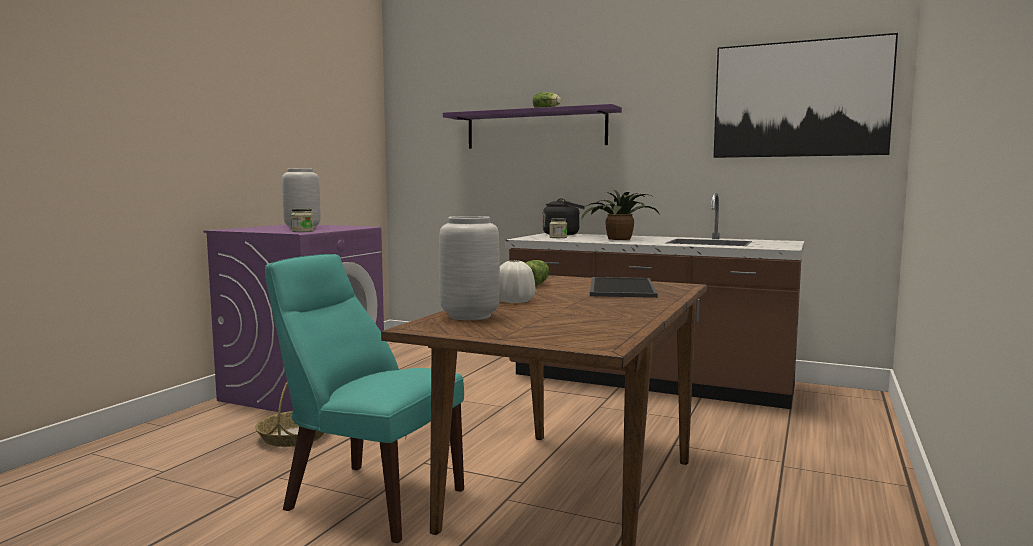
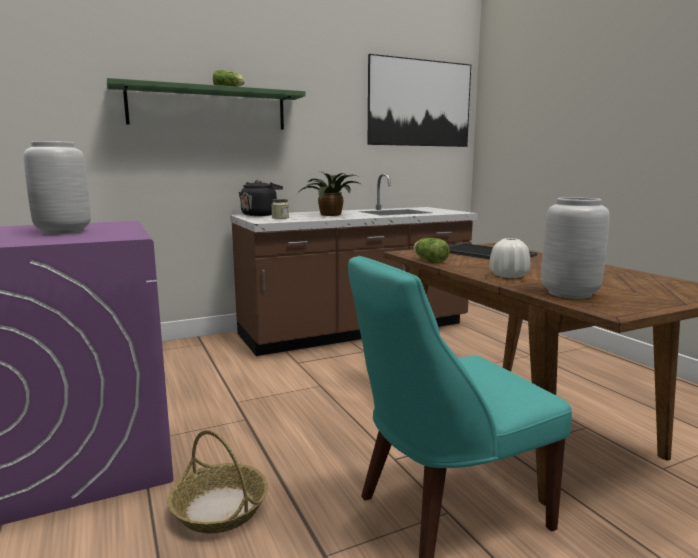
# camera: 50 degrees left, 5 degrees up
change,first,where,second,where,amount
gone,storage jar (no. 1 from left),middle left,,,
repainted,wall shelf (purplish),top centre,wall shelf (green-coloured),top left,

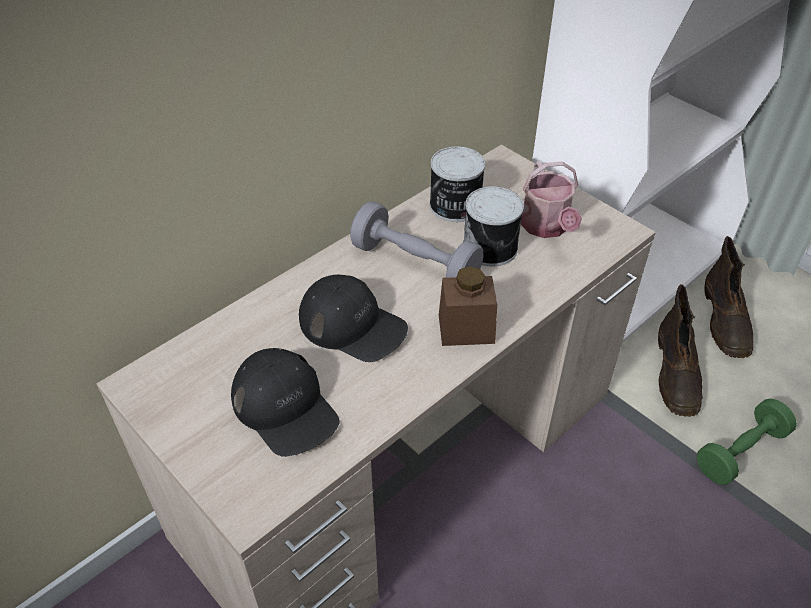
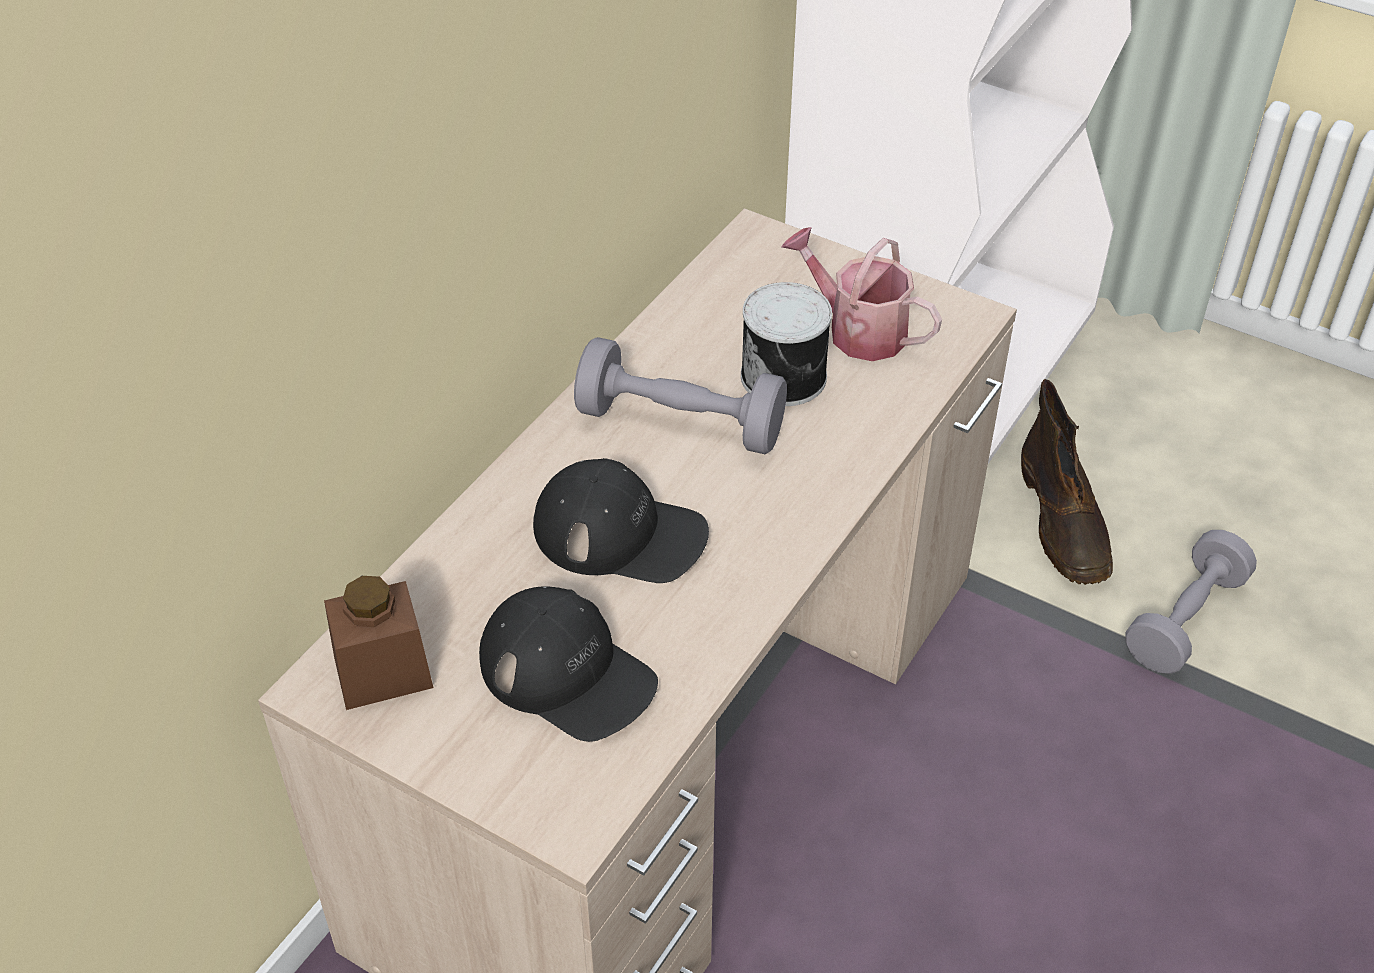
# camera: 15 degrees left, 0 degrees up
change,first,where,second,where,amount
gone,can (no. 1 from left),top centre,,,
gone,tall boot (brown-coloured) (no. 2 from left),middle right,,,
shifted,storage jar (brown-coloured),centre,,middle left,
repainted,free weight (green-coloured),bottom right,free weight (gray) (no. 2 from left),middle right,
rotated,sprinkling can,top right,,top centre,150 degrees clockwise

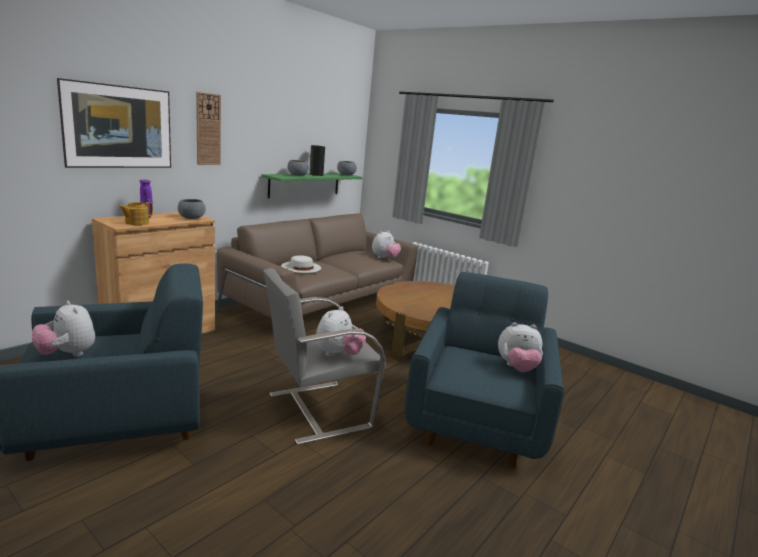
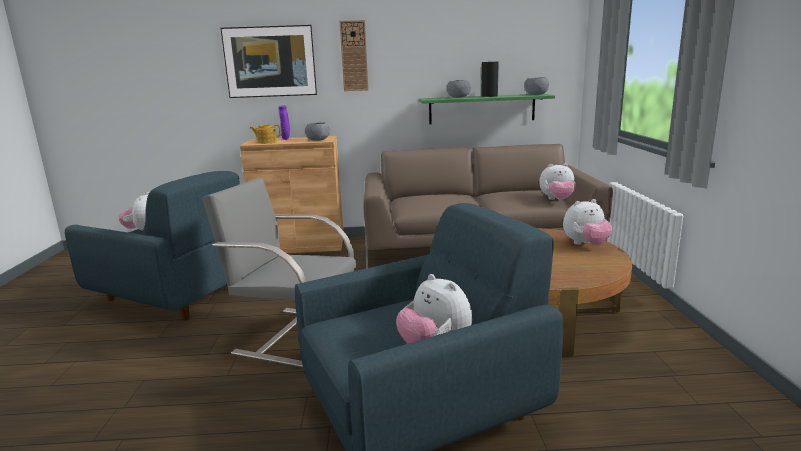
# camera: 50 degrees right, 0 degrees up
change,first,where,second,where,amount
gone,wearable hat (white-coloured),centre,,,
shifted,cuddly toy (no. 2 from left in the first image),centre,cuddly toy (no. 4 from left),middle right,

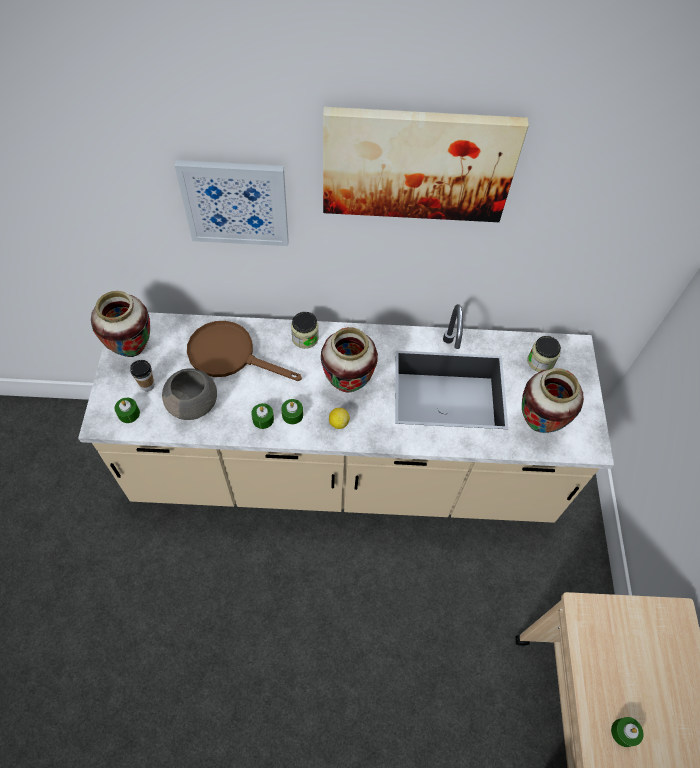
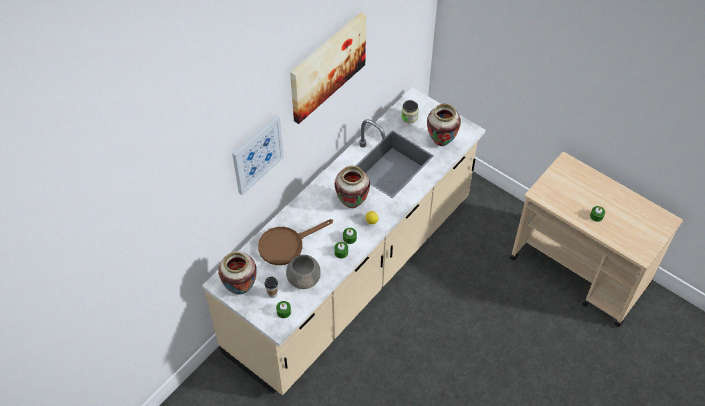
# camera: 50 degrees left, 5 degrees down
change,first,where,second,where,amount
gone,storage jar (no. 1 from left),centre,,,

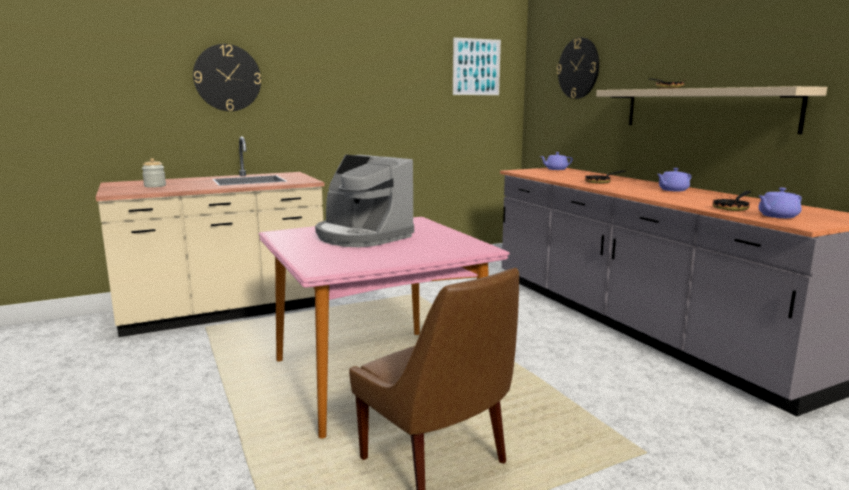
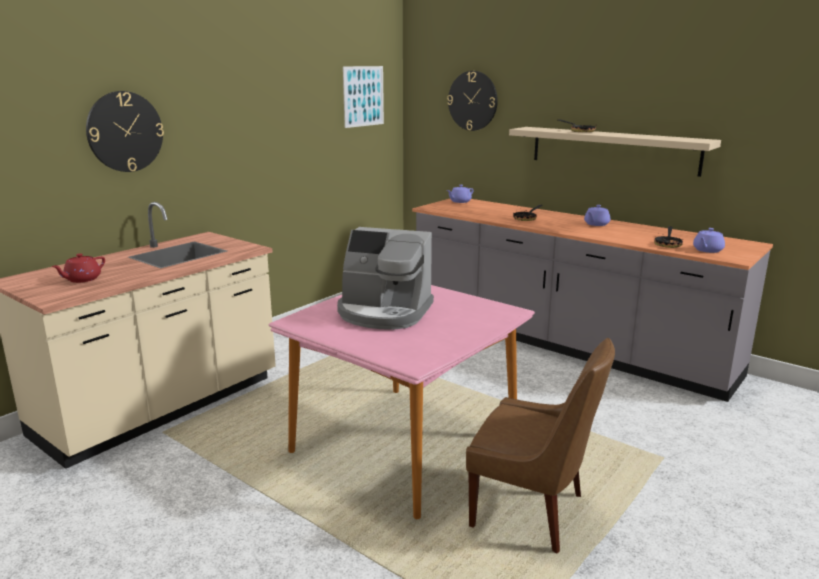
# camera: 25 degrees left, 5 degrees up
change,first,where,second,where,amount
swapped,storage jar,middle left,tea pot (reddish),middle left,

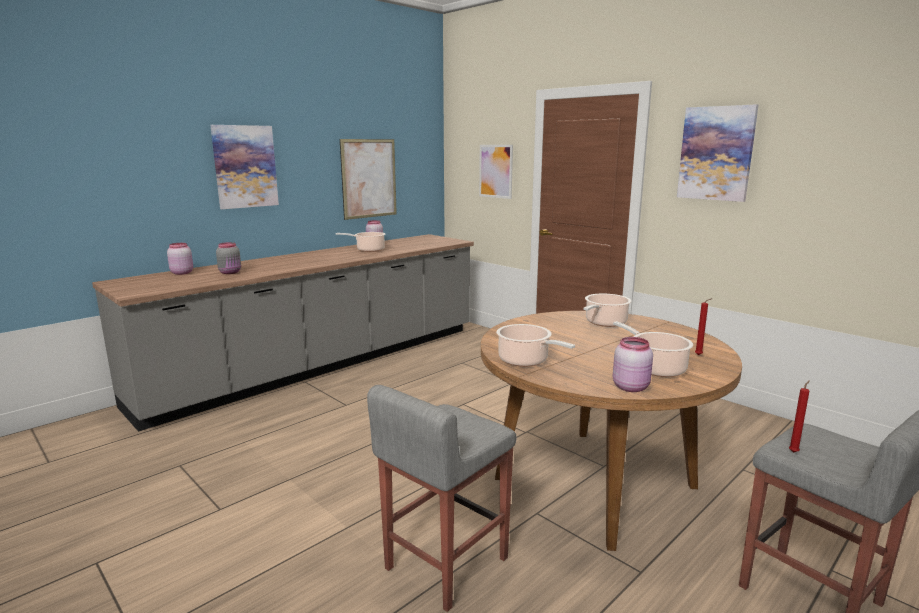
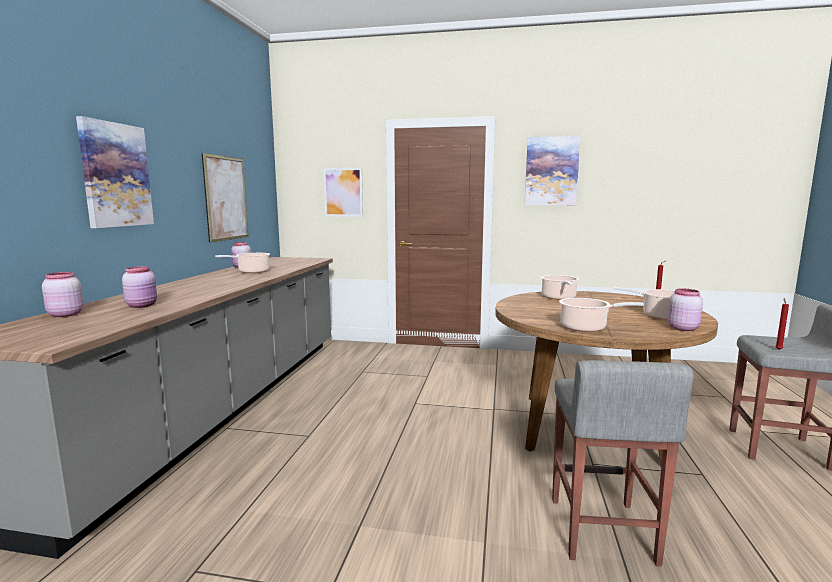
# camera: 35 degrees left, 5 degrees down
change,first,where,second,where,amount
repainted,storage jar (gray),middle left,storage jar (pink-coloured) (no. 2 from left),middle left,

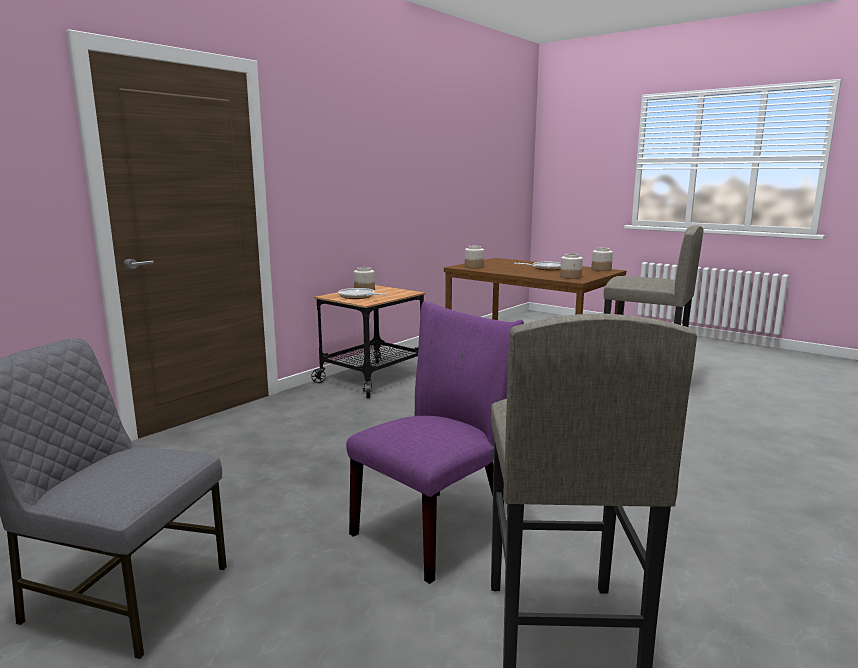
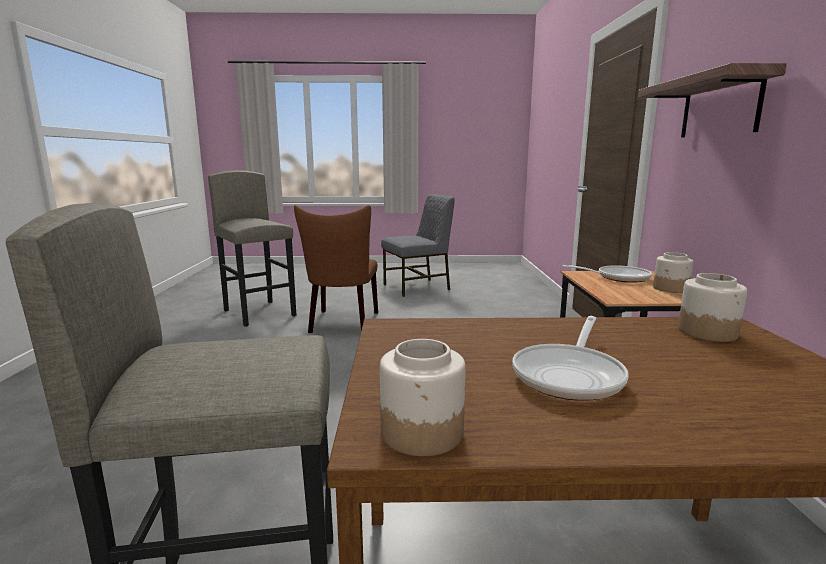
# camera: 140 degrees right, 0 degrees up
change,first,where,second,where,amount
gone,storage jar (no. 3 from left),centre,,,
new,,,wall shelf,top right,
repainted,upright chair (purplish),centre,upright chair (brown-coloured),centre,

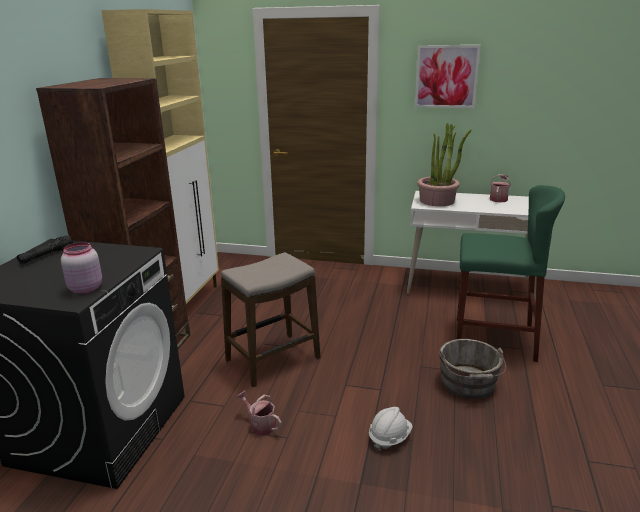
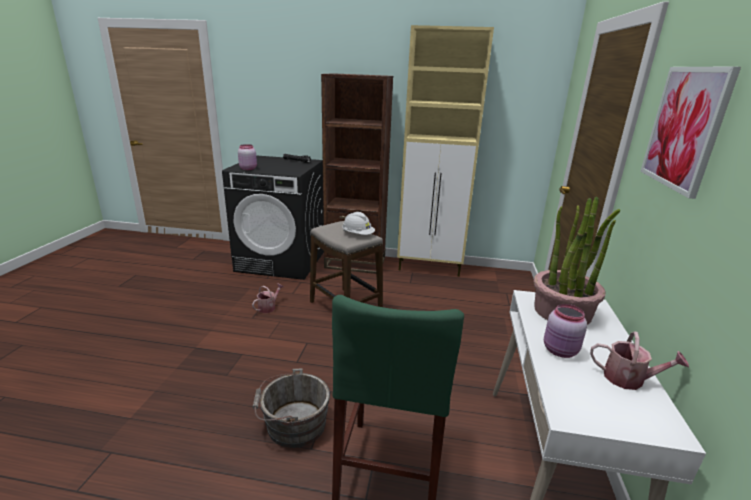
# camera: 85 degrees right, 0 degrees up
change,first,where,second,where,amount
new,,,storage jar (pink-coloured) (no. 2 from left),middle right,
shifted,hard hat (white-coloured),bottom centre,,centre,

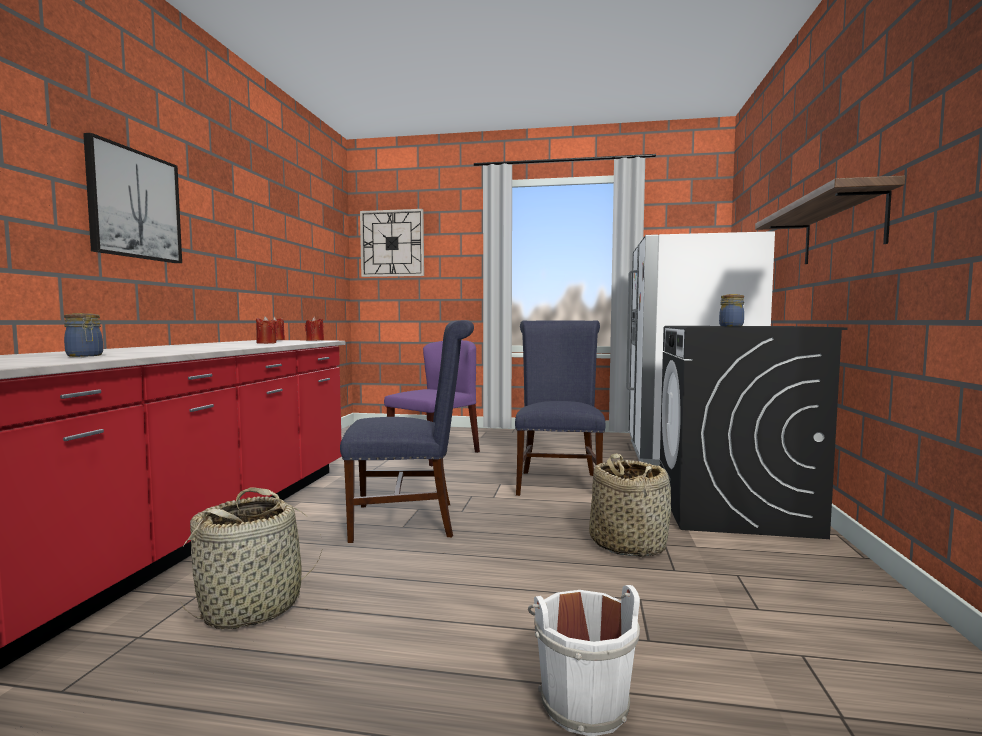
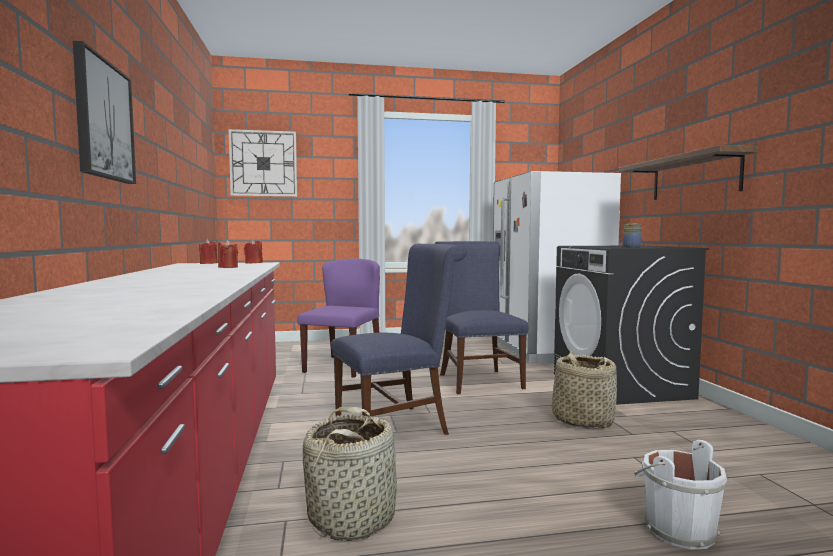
# camera: 20 degrees left, 0 degrees up
change,first,where,second,where,amount
gone,storage jar (no. 1 from left),middle left,,,

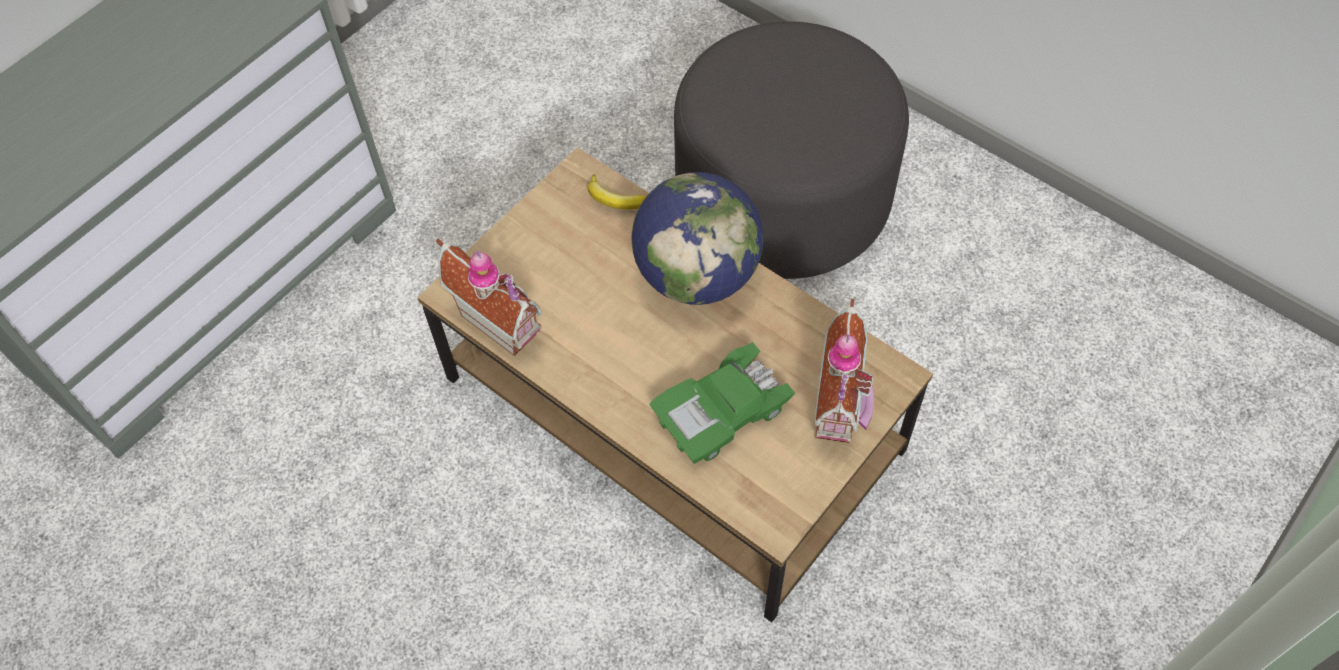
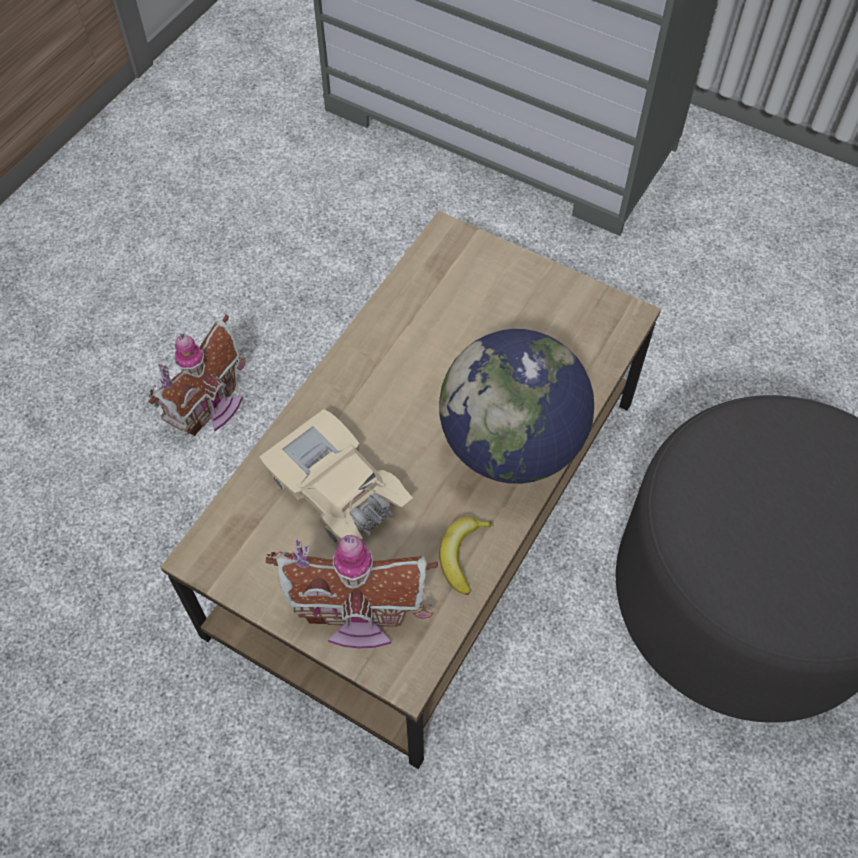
# camera: 80 degrees right, 0 degrees up
change,first,where,second,where,amount
shifted,toy house (no. 1 from left),centre,,middle left,
shifted,whole banana,top centre,,centre,
repainted,toy car (green-coloured),centre,toy car (beige),centre,

